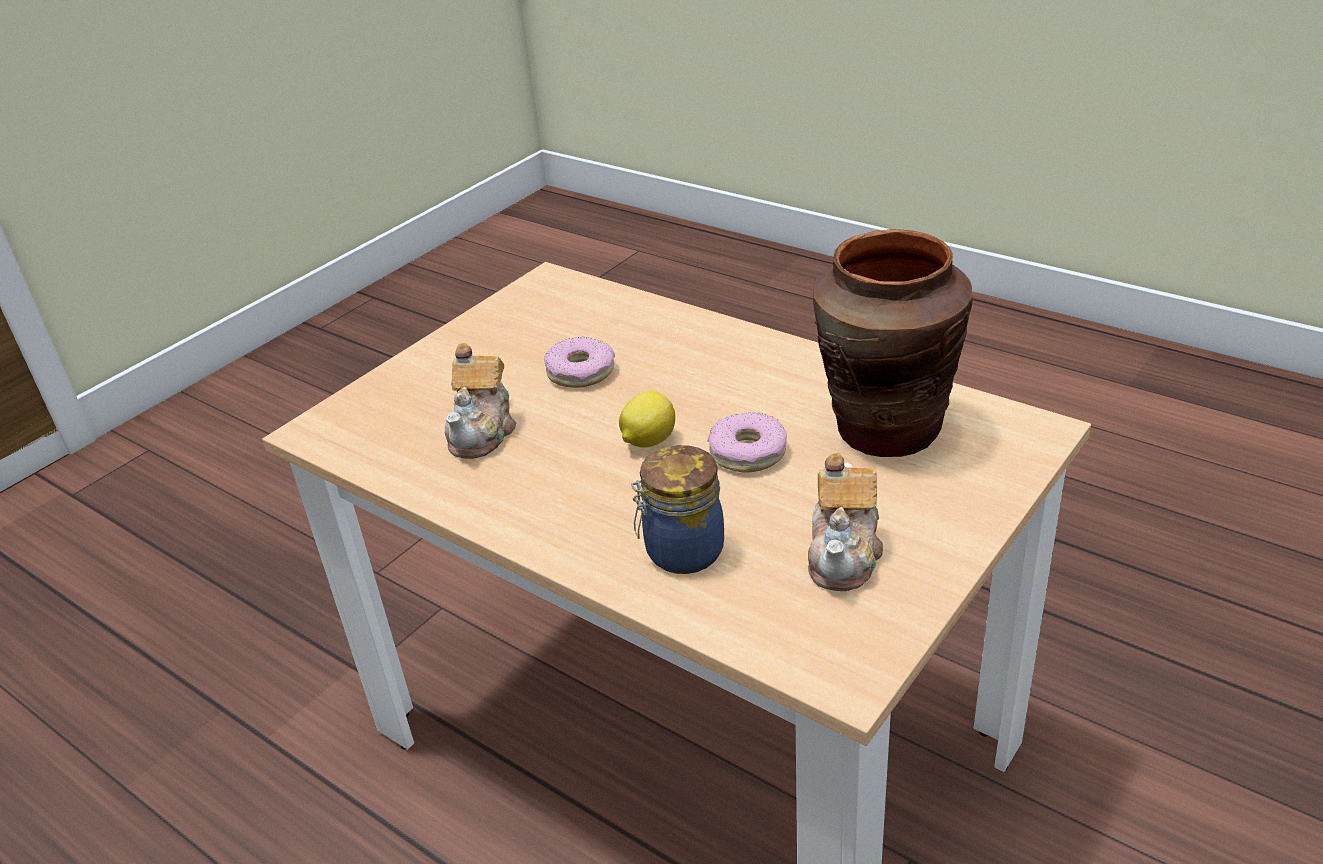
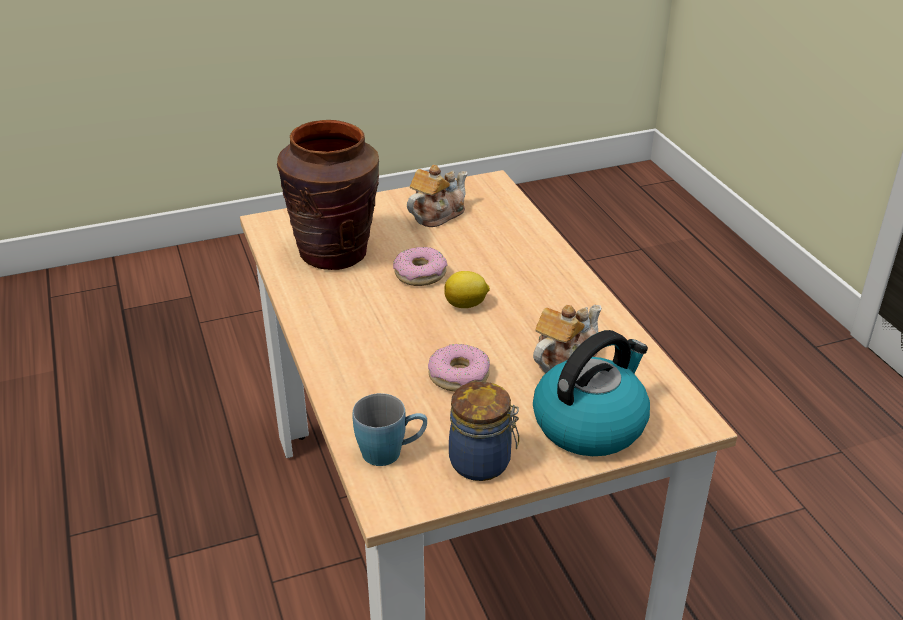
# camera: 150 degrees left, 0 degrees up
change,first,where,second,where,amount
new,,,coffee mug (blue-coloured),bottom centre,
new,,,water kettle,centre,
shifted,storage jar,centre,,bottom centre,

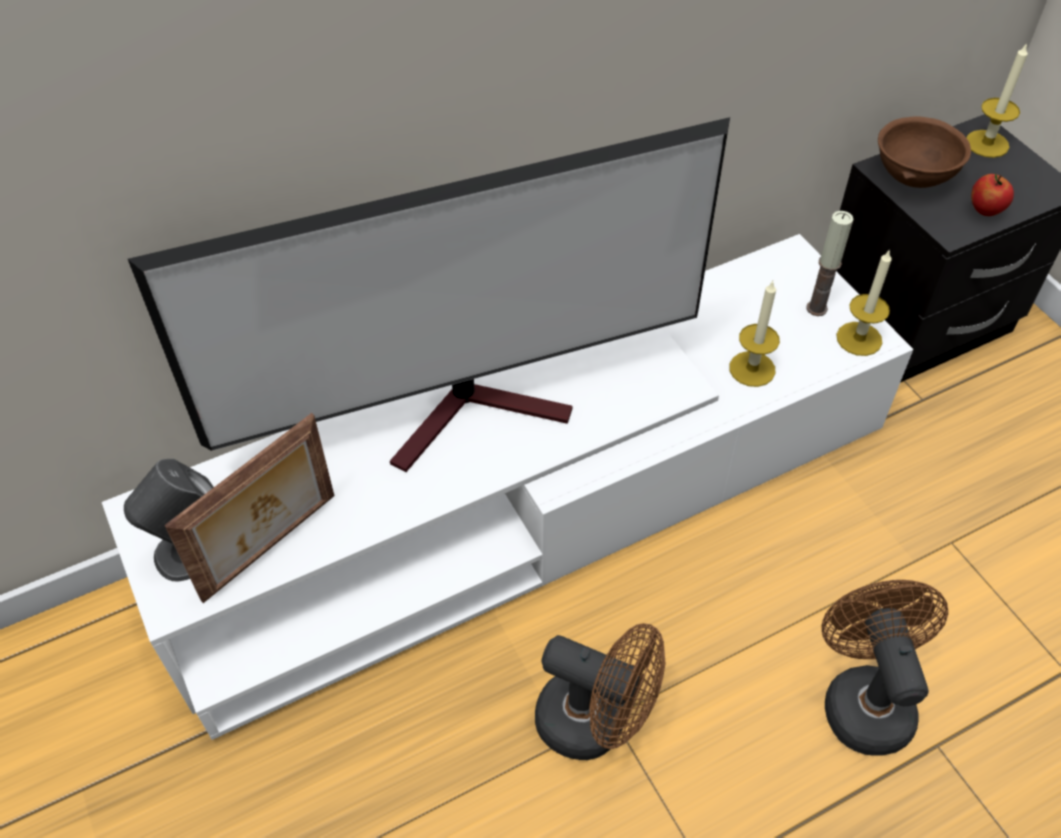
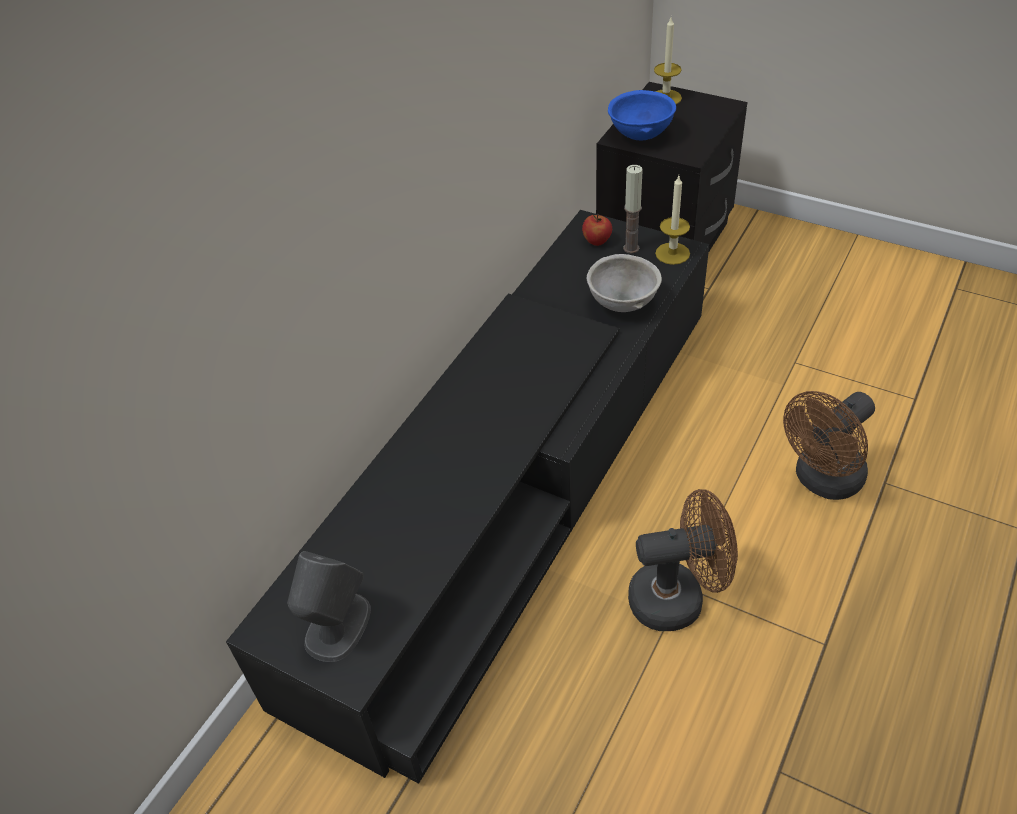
# camera: 30 degrees left, 5 degrees down
change,first,where,second,where,amount
gone,TV,centre,,,
gone,picture frame,middle left,,,
shifted,whole apple,top right,,top centre,
swapped,wax candle (no. 1 from left),middle right,deep dish (gray),centre,
repainted,tv unit (white-coloured),centre,tv unit (blackish),centre,
repainted,deep dish (brown-coloured),top right,deep dish (blue-coloured),top centre,
rotated,electric fan (brown-coloured) (no. 2 from left),bottom right,,middle right,90 degrees counterclockwise

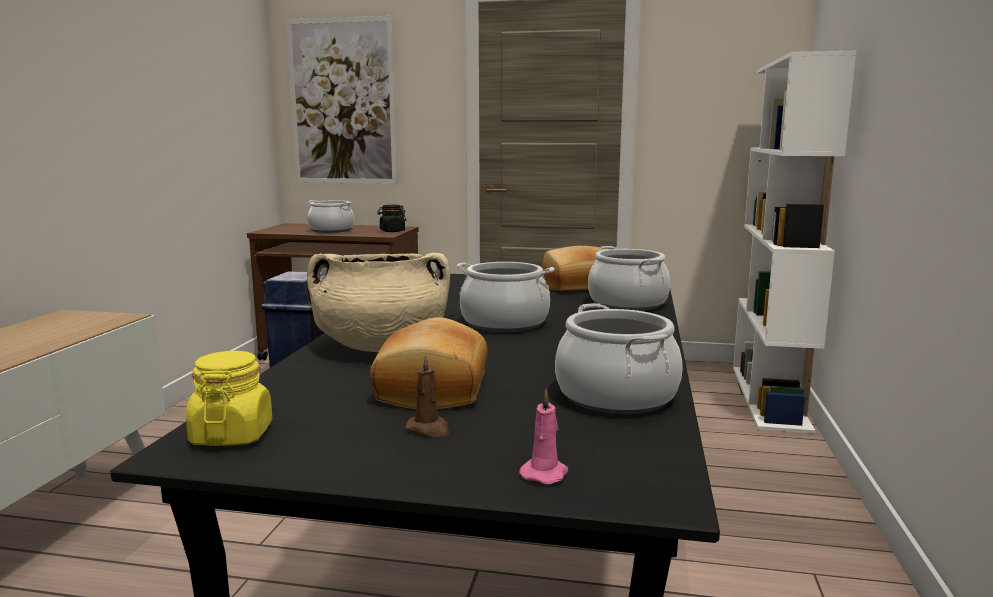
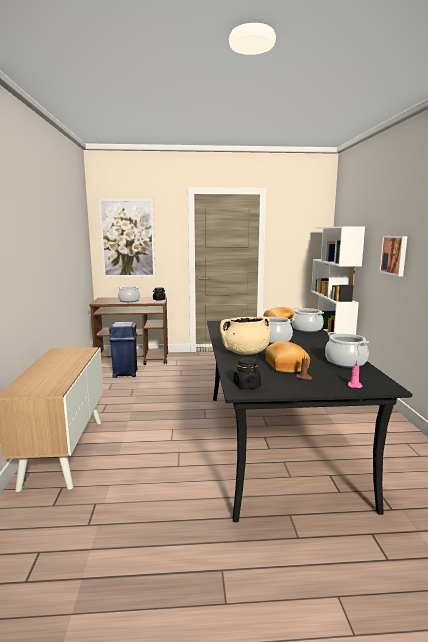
# camera: 15 degrees left, 0 degrees up
change,first,where,second,where,amount
new,,,picture (no. 2 from left),middle right,
repainted,storage jar (yellow-coloured),bottom left,storage jar (blackish) (no. 2 from left),centre,

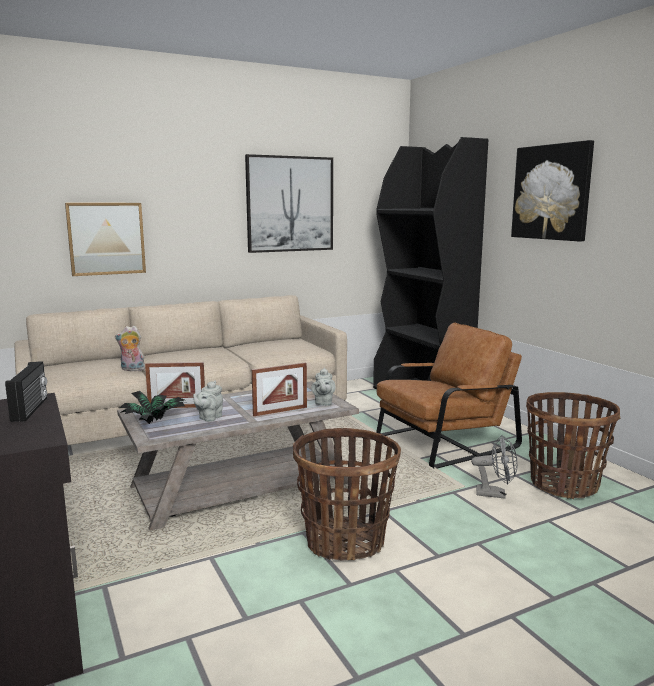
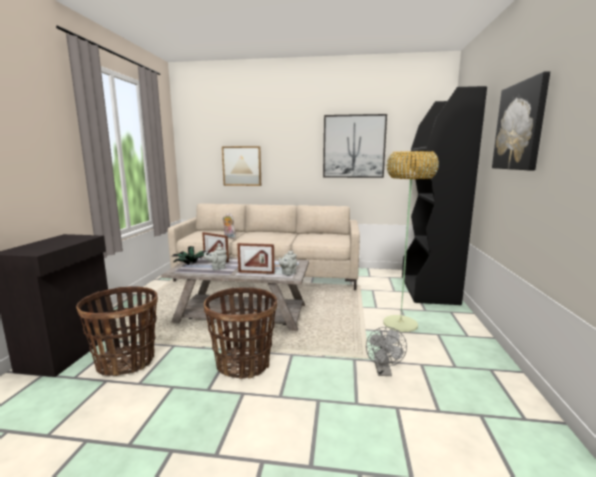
# camera: 35 degrees right, 0 degrees up
change,first,where,second,where,amount
gone,radio receiver,middle left,,,
shifted,storage basket (no. 2 from left in the first image),middle right,storage basket (no. 1 from left),bottom left,
swapped,easy chair (brown-coloured),middle right,standard lamp,middle right,
rotated,electric fan (gray),bottom right,,bottom centre,45 degrees clockwise

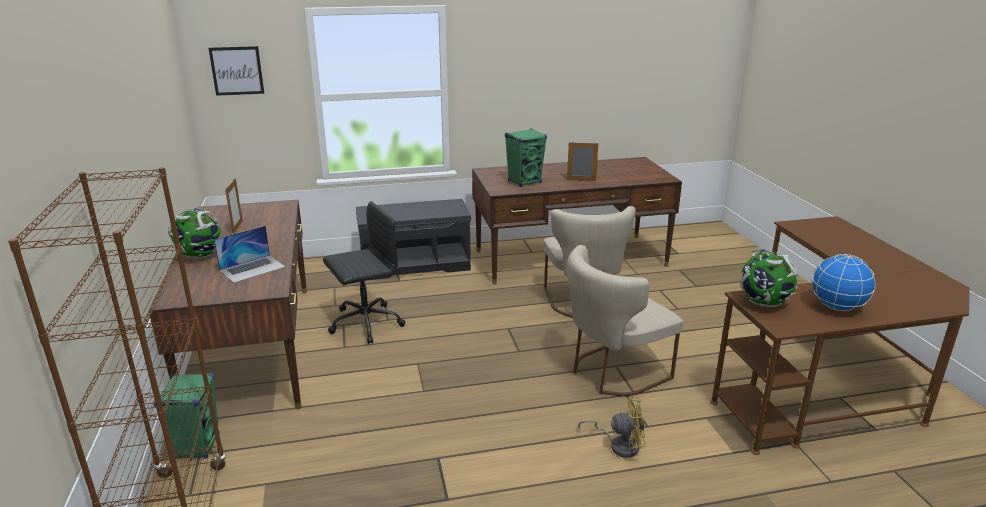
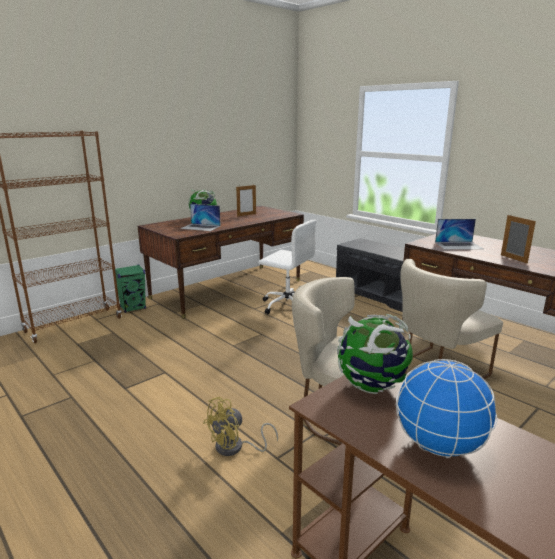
# camera: 60 degrees right, 5 degrees down
change,first,where,second,where,amount
gone,picture,top left,,,
swapped,speaker (green-coloured) (no. 2 from left),top centre,laptop (no. 2 from left),middle right,
repainted,desk chair (blackish),centre,desk chair (white-coloured),centre,
rotated,electric fan (yellow-coloured),bottom centre,,bottom centre,75 degrees clockwise

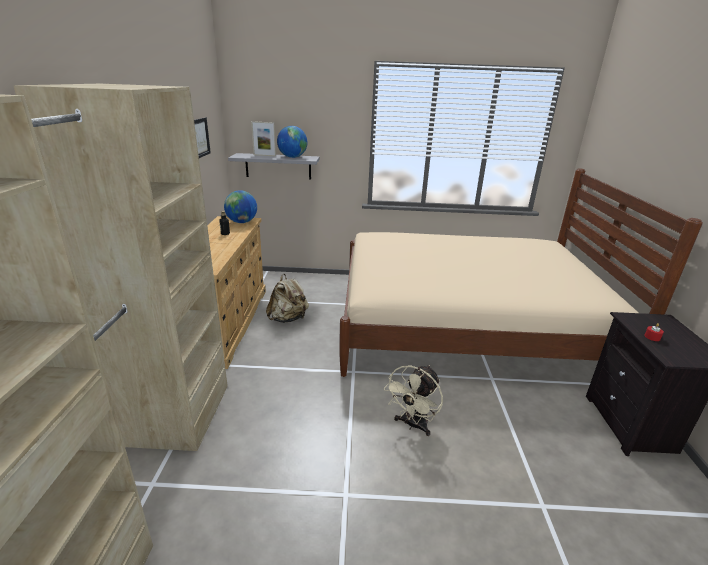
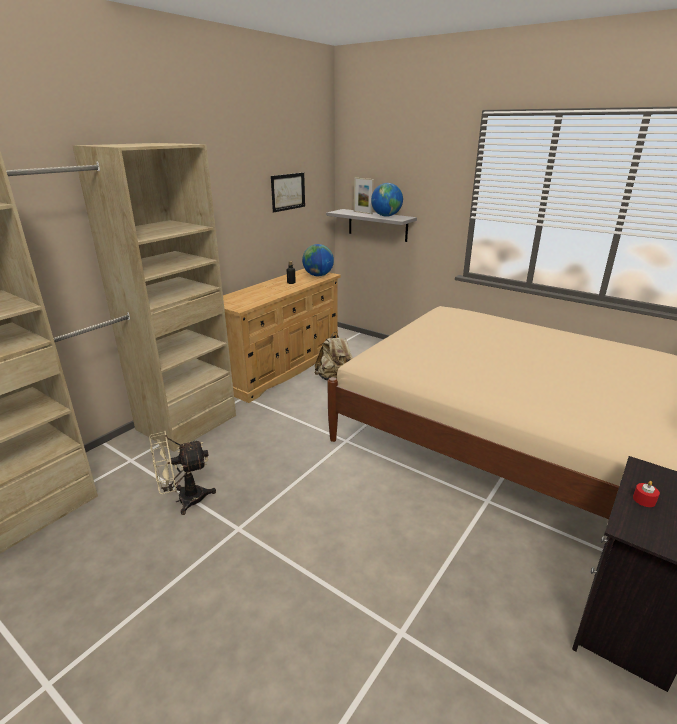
# camera: 35 degrees right, 0 degrees up
change,first,where,second,where,amount
shifted,electric fan (beige),bottom centre,,middle left,

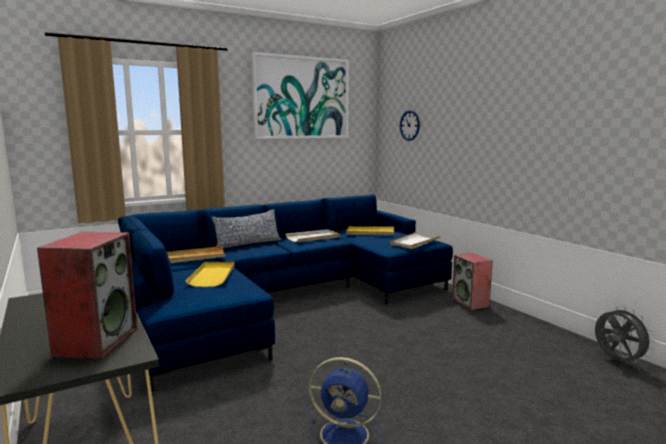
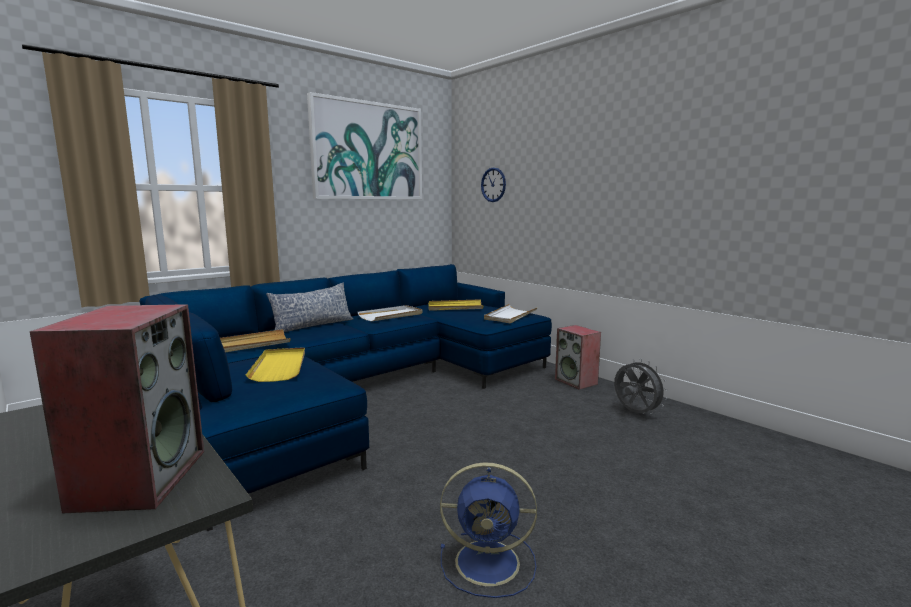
# camera: 10 degrees left, 0 degrees up
change,first,where,second,where,amount
shifted,electric fan (gray),bottom right,,middle right,

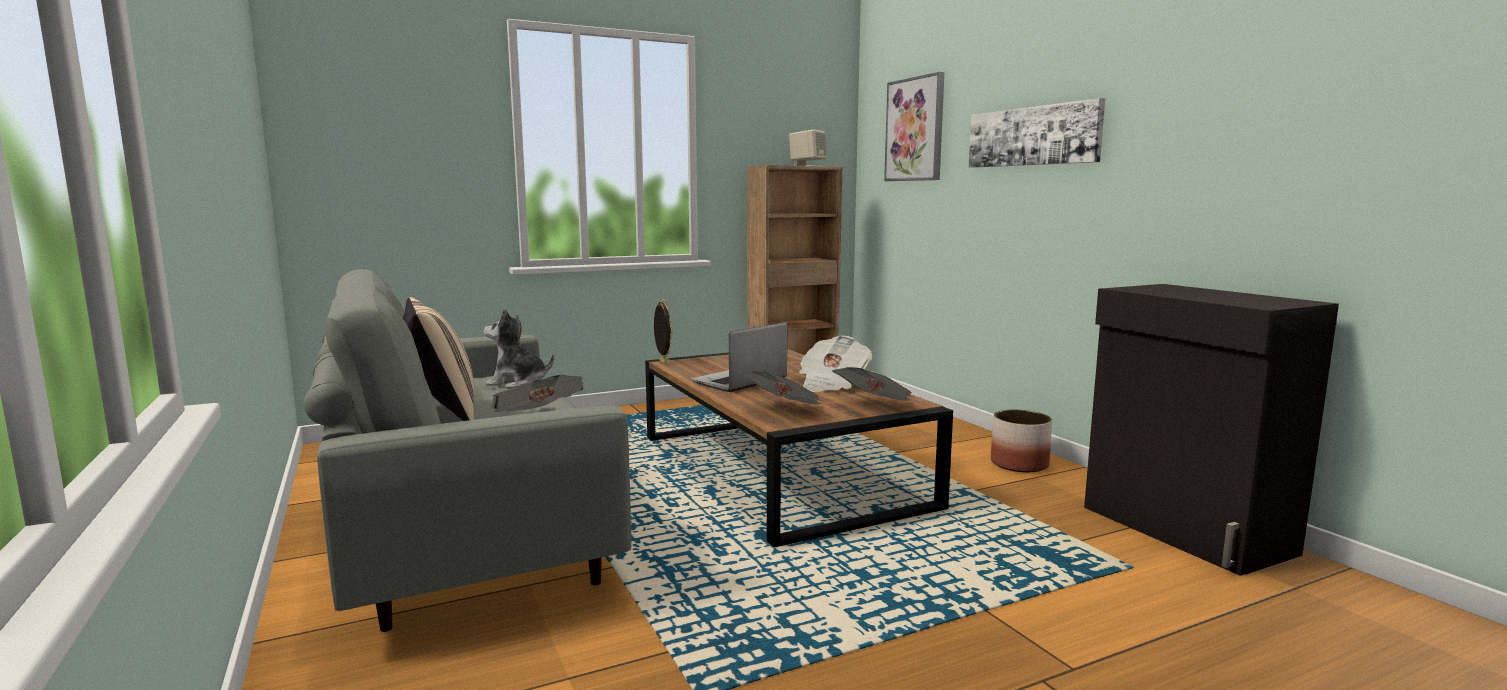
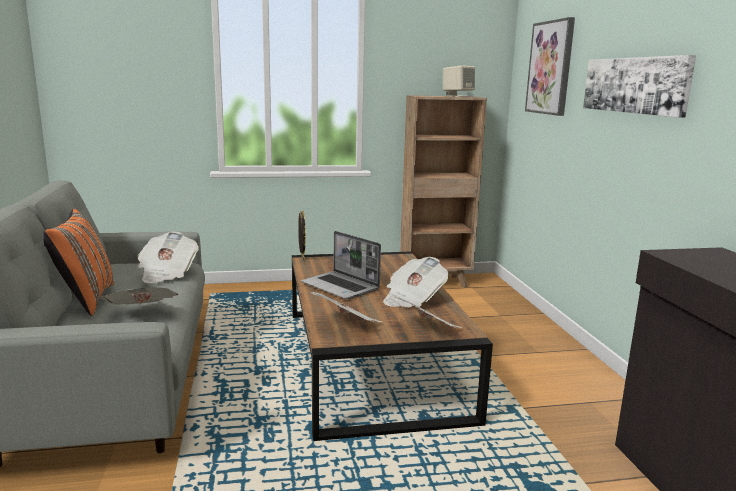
# camera: 15 degrees right, 5 degrees up
change,first,where,second,where,amount
gone,flower pot,middle right,,,
swapped,cuddly toy,centre,daily paper (no. 2 from left),middle left,
repainted,throw pillow (beige),middle left,throw pillow (orange),middle left,
rotated,laptop,centre,,centre,105 degrees counterclockwise

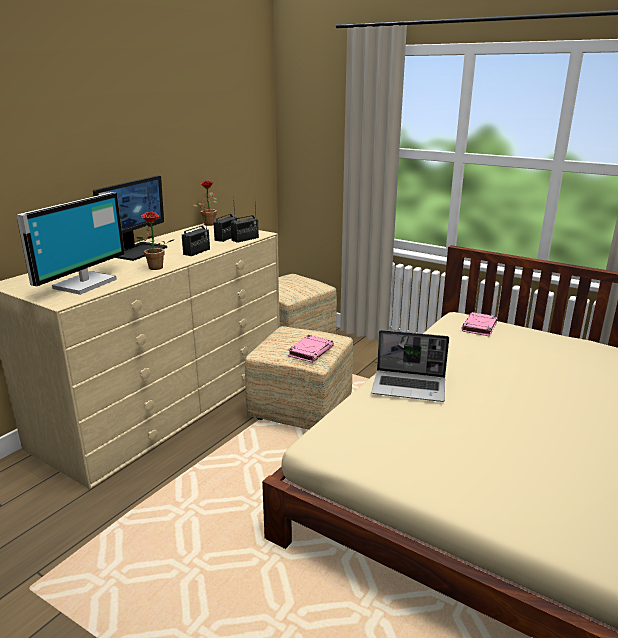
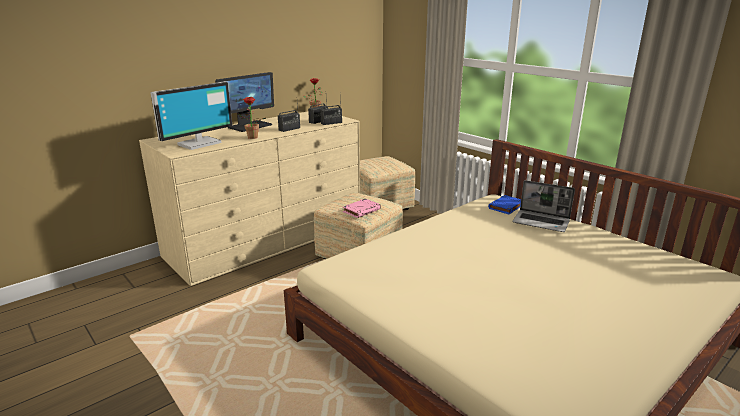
# camera: 15 degrees right, 0 degrees up
change,first,where,second,where,amount
shifted,laptop,centre,,middle right,
repainted,volume (pink-coloured) (no. 2 from left),middle right,volume (blue-coloured),middle right,

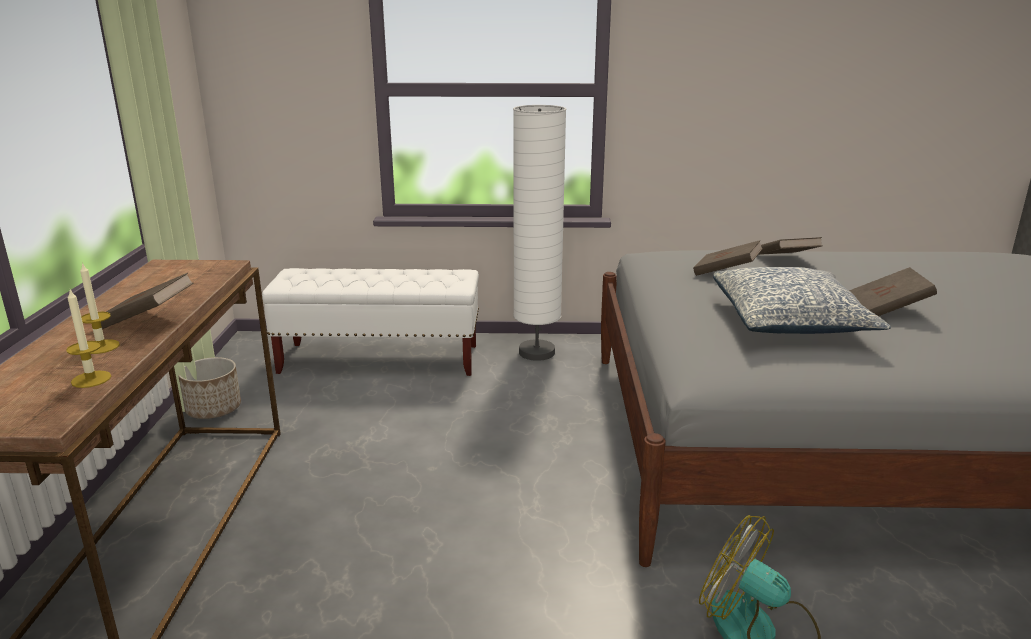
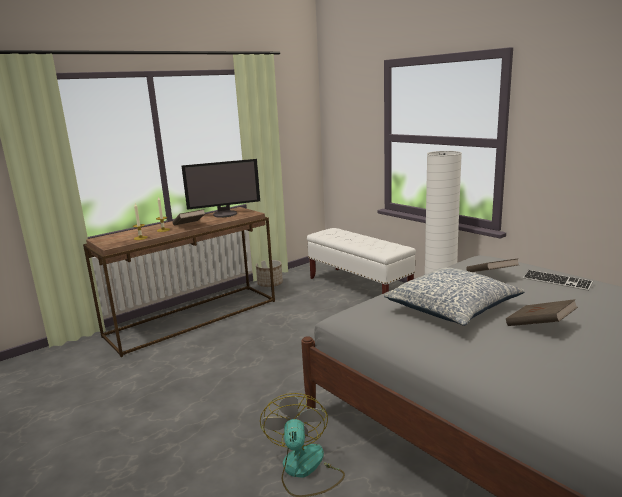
# camera: 50 degrees right, 5 degrees down
change,first,where,second,where,amount
new,,,monitor,centre,
swapped,volume (brown-coloured) (no. 3 from left),middle right,PC keyboard,middle right,

